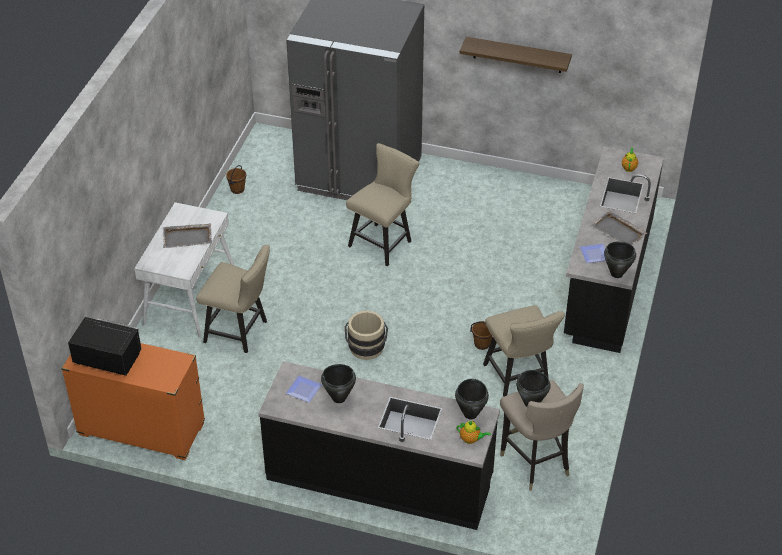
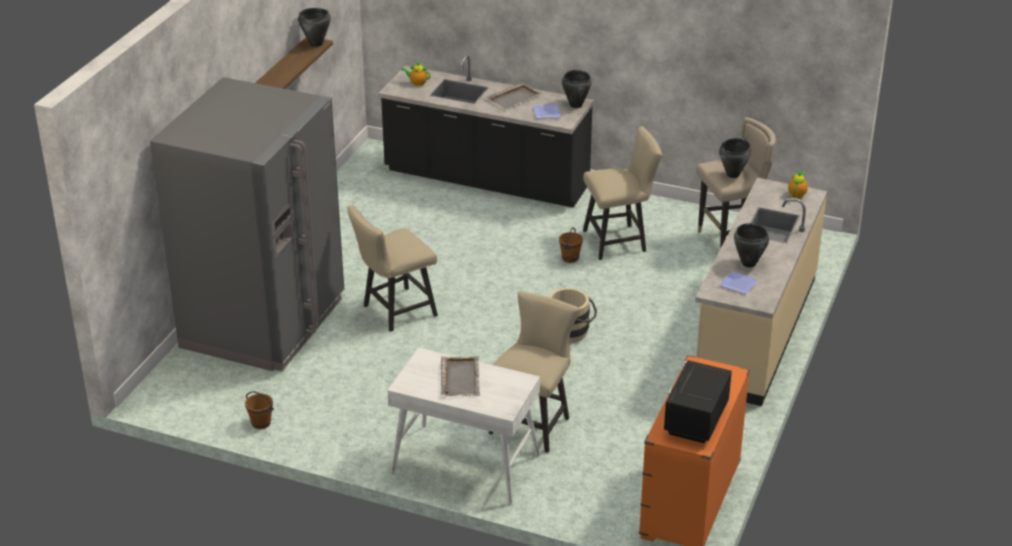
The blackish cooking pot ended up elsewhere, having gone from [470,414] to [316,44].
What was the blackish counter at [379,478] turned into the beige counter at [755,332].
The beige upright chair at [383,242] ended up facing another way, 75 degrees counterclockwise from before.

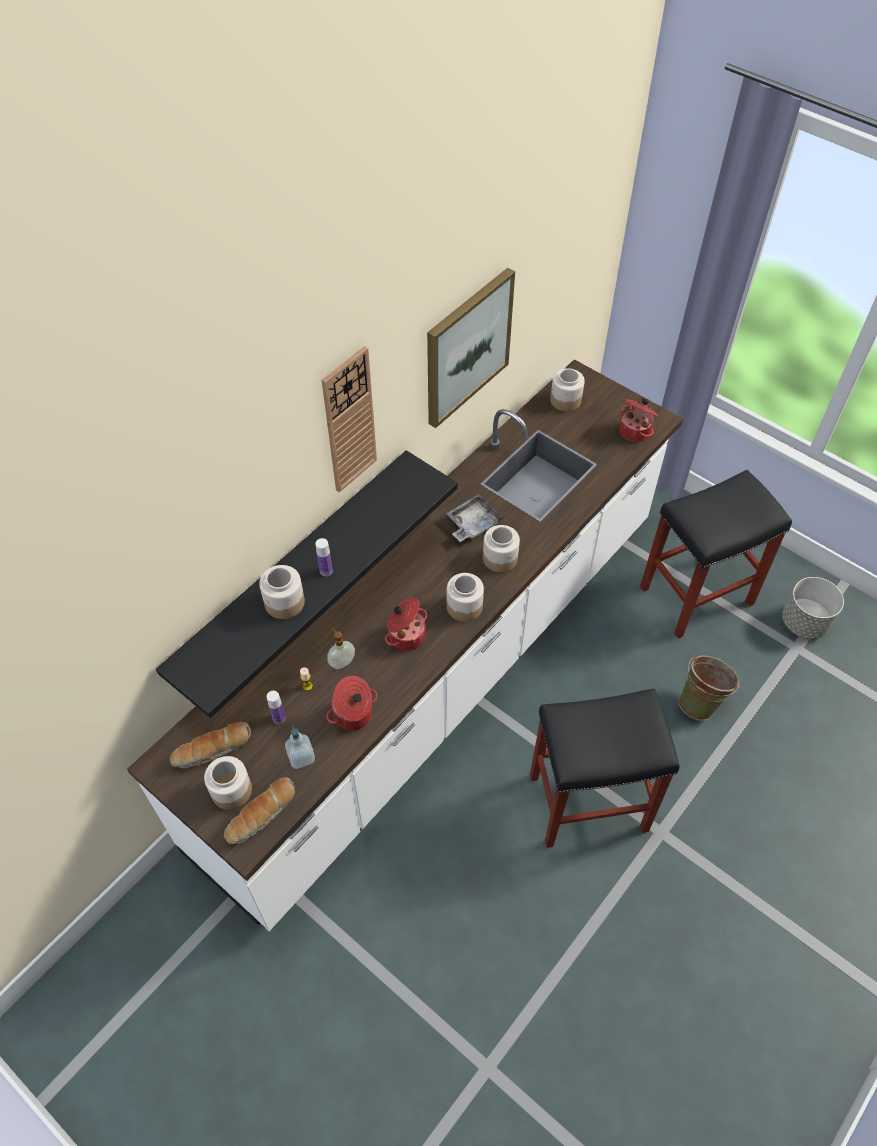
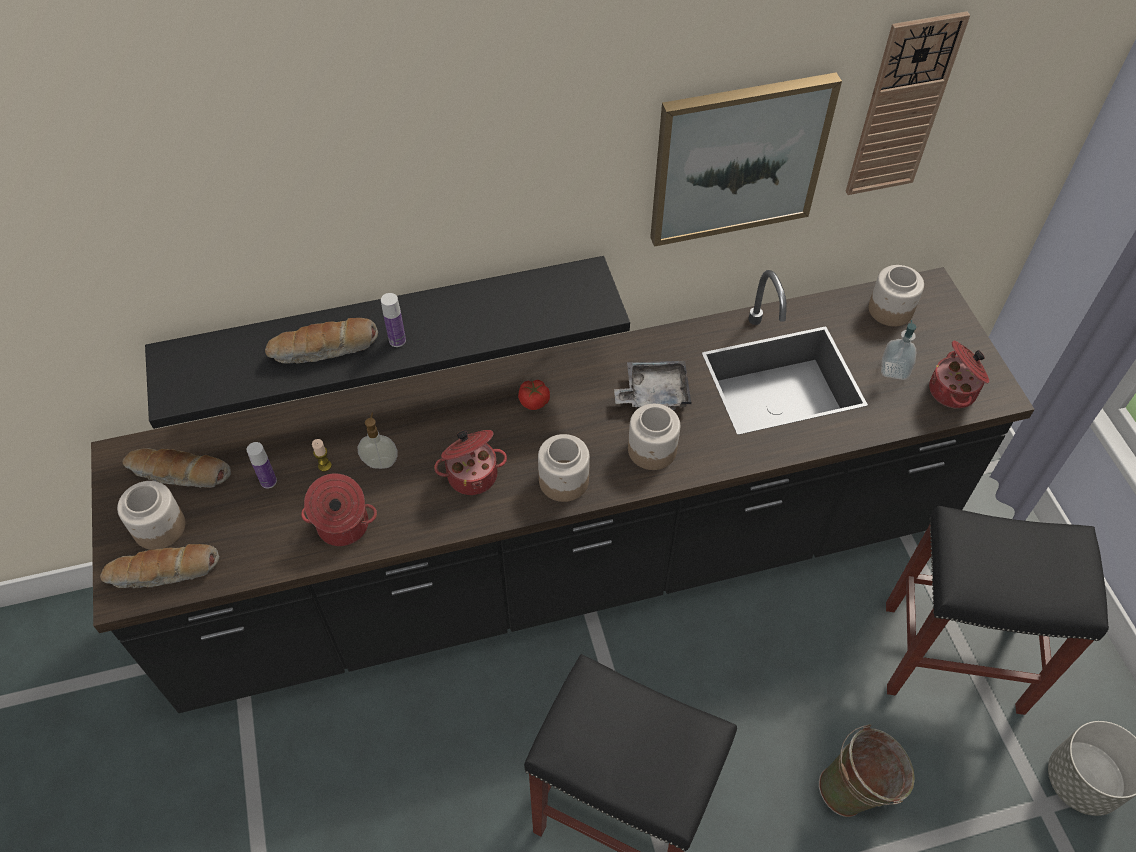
The second view gained the whole tomato at [534,401].
The soap dispenser ended up elsewhere, having gone from [301,757] to [894,369].
The clock on the wall ended up elsewhere, having gone from [349,421] to [901,107].
Where the jar stood at [284,603], the bread came to stand at [324,350].
What was the white counter at [438,676] turned into the blackish counter at [568,561].

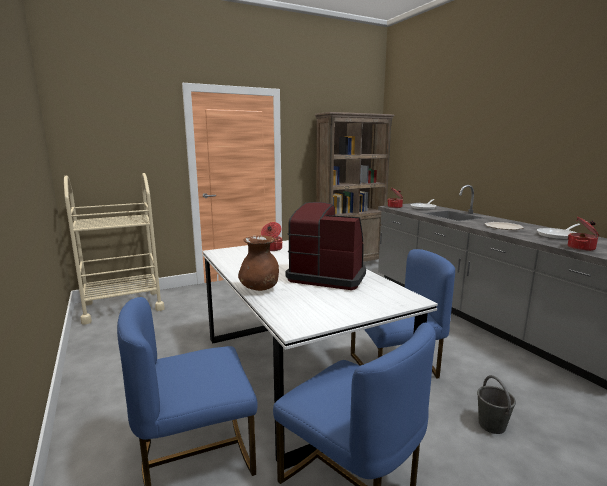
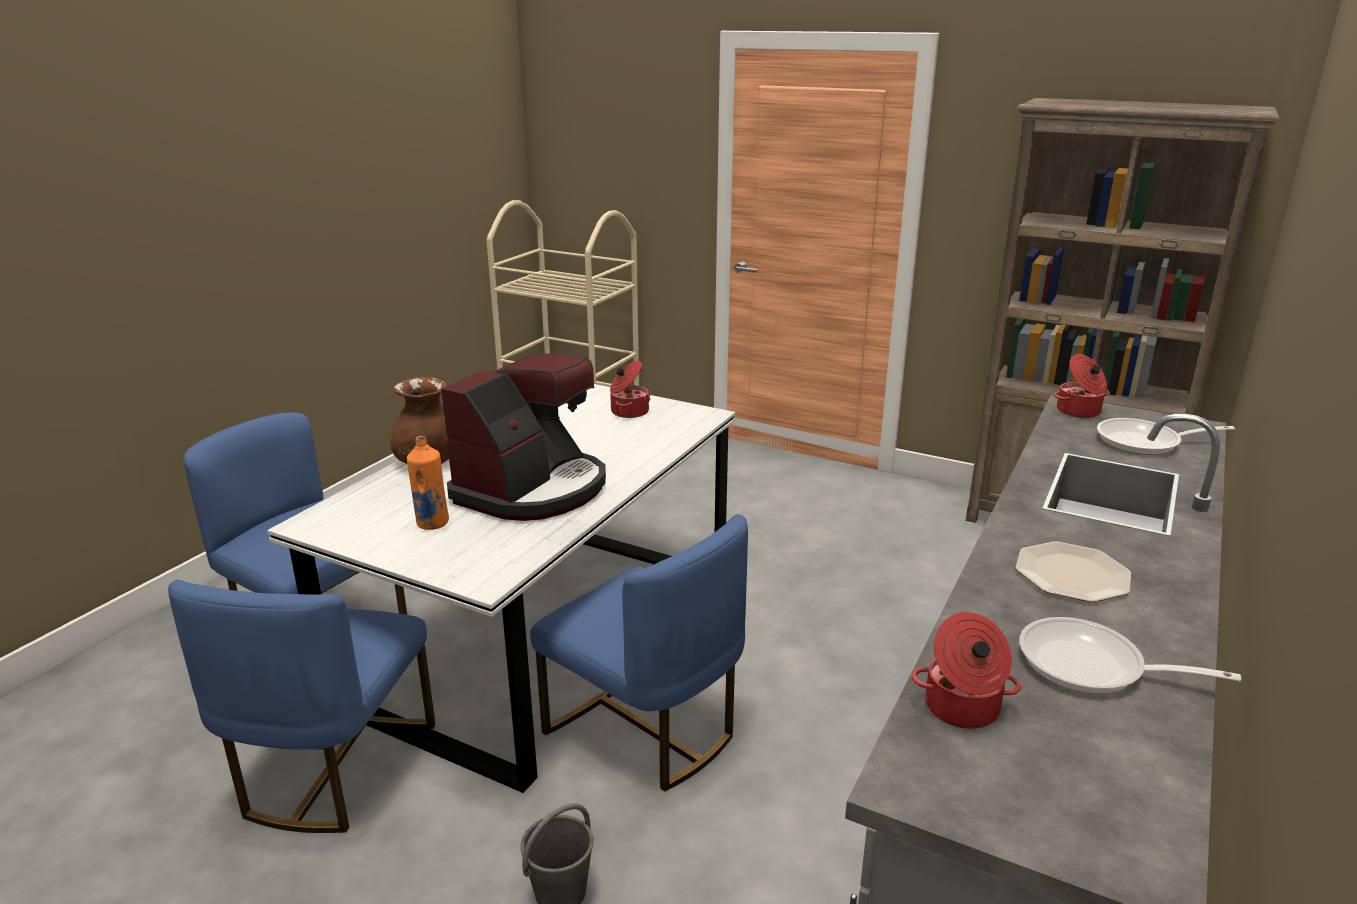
The second view gained the orange-coloured drink bottle at [432,523].
The coffee maker at [327,276] ended up facing another way, 45 degrees clockwise from before.

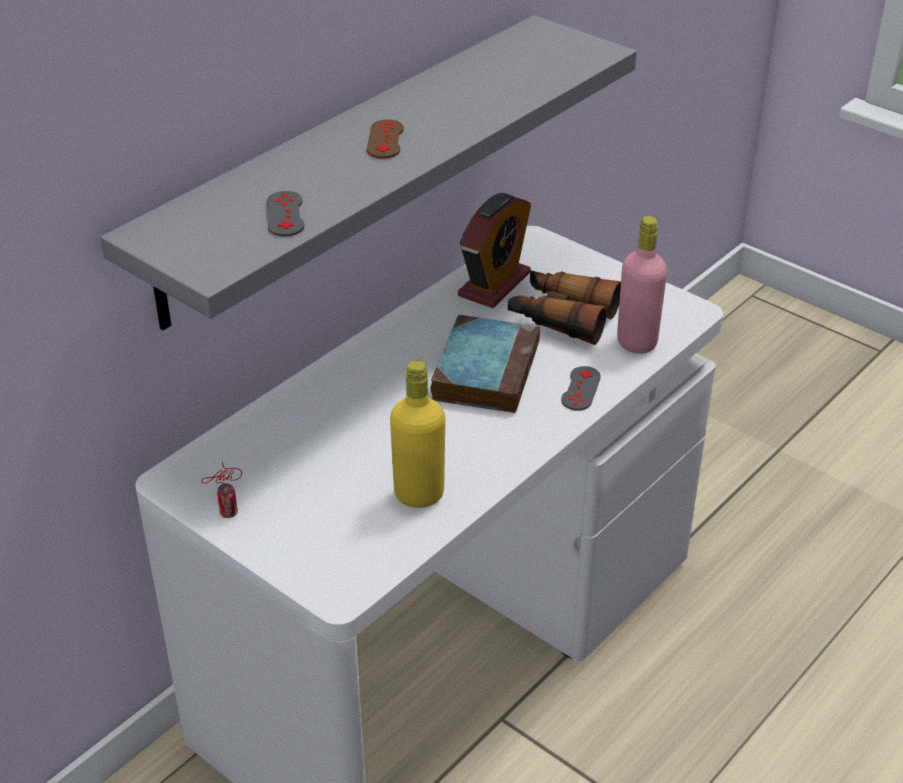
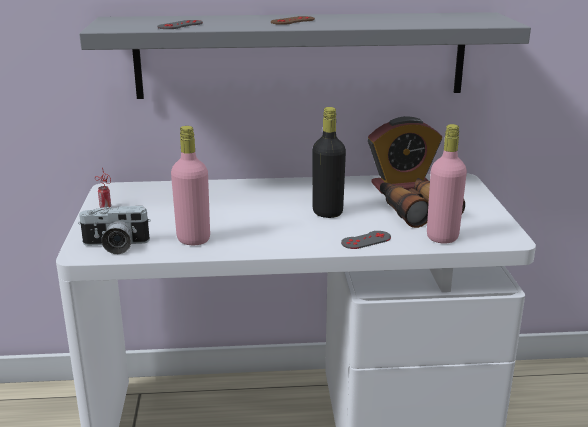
The second view gained the still camera at [115,246].
Where the bound book stood at [485,370], the blackish drink bottle came to stand at [327,212].
What was the yellow-coloured drink bottle at [419,494] turned into the pink drink bottle at [193,239].

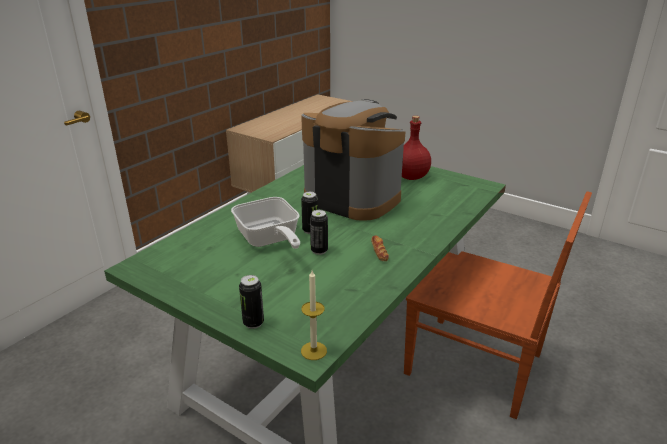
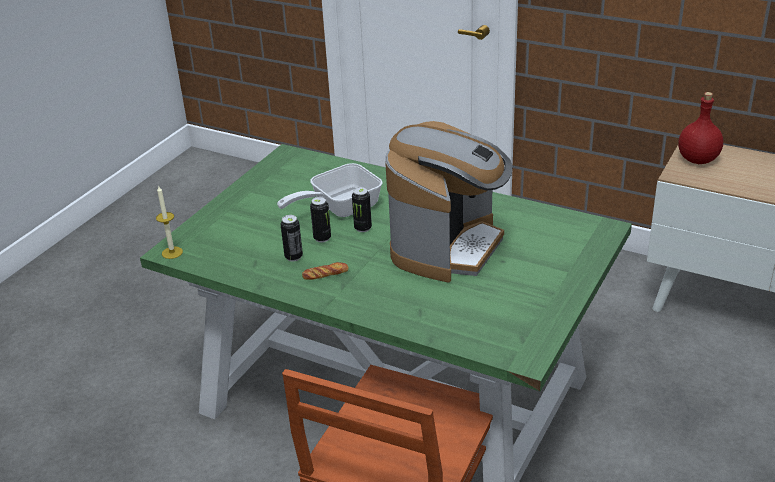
The sealed can ended up elsewhere, having gone from [253,323] to [293,257].
The red drink bottle ended up elsewhere, having gone from [411,176] to [698,159].

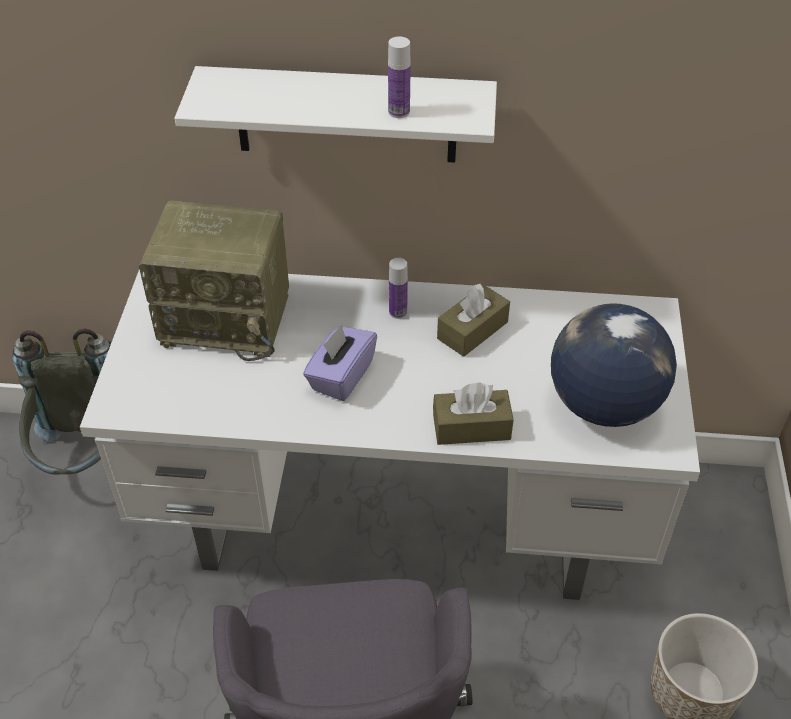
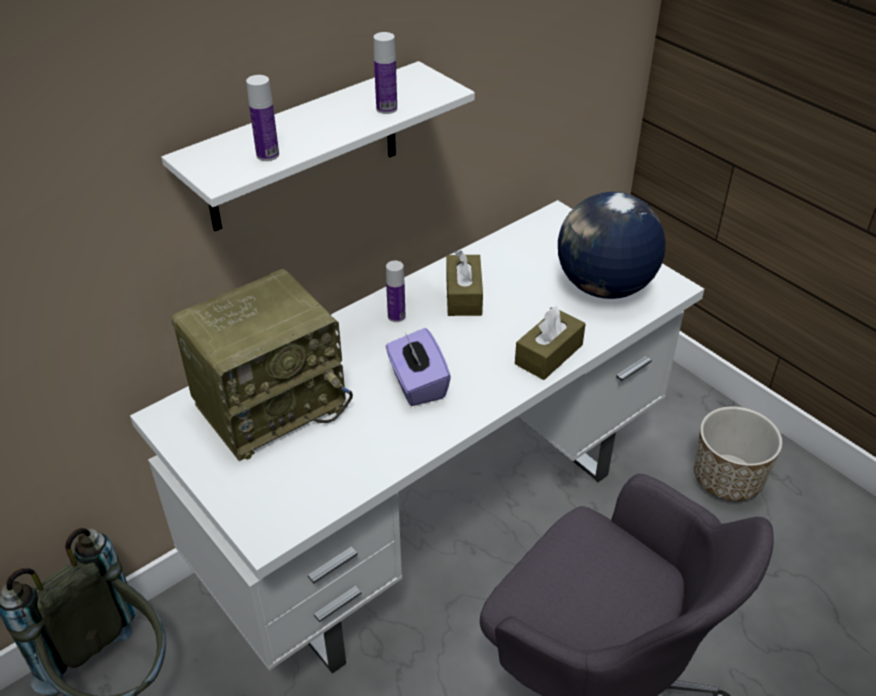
The second view gained the drink bottle at [267,155].

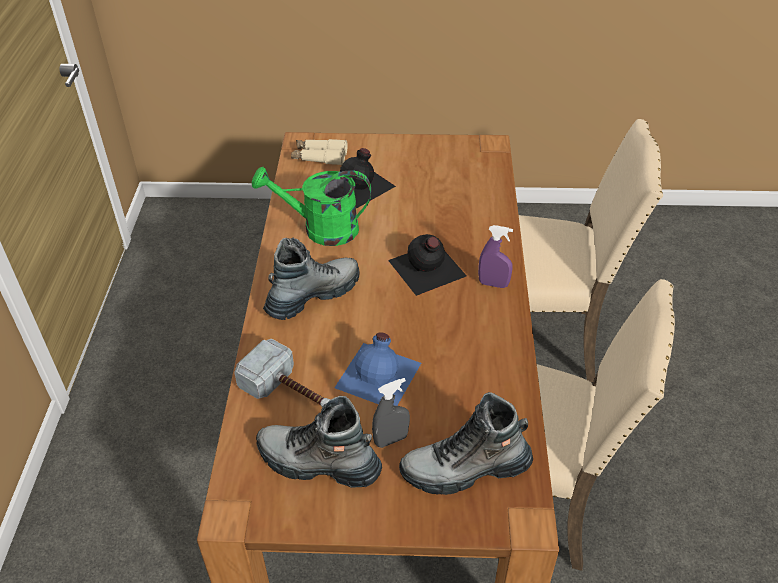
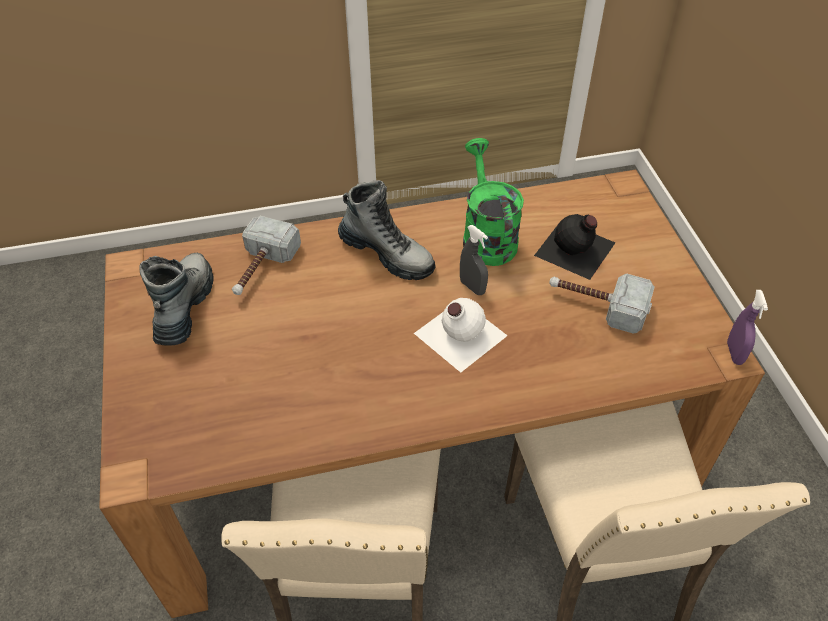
The second view lost the beige pair of binoculars at [319,157].
The second view lost the blue drink bottle at [380,374].
The second view lost the tall boot at [465,469].
The second view gained the tool hammer at [596,304].
The gray hand sprayer ended up elsewhere, having gone from [391,440] to [472,287].
The purple hand sprayer ended up elsewhere, having gone from [493,284] to [734,353].
What was the blackish drink bottle at [426,269] turned into the white drink bottle at [458,334].

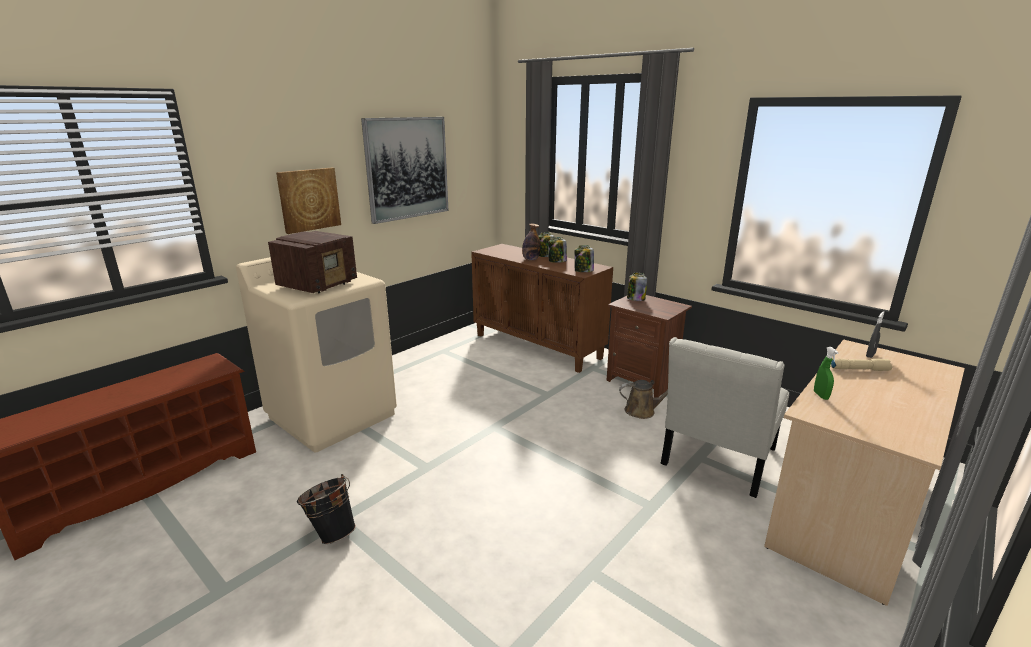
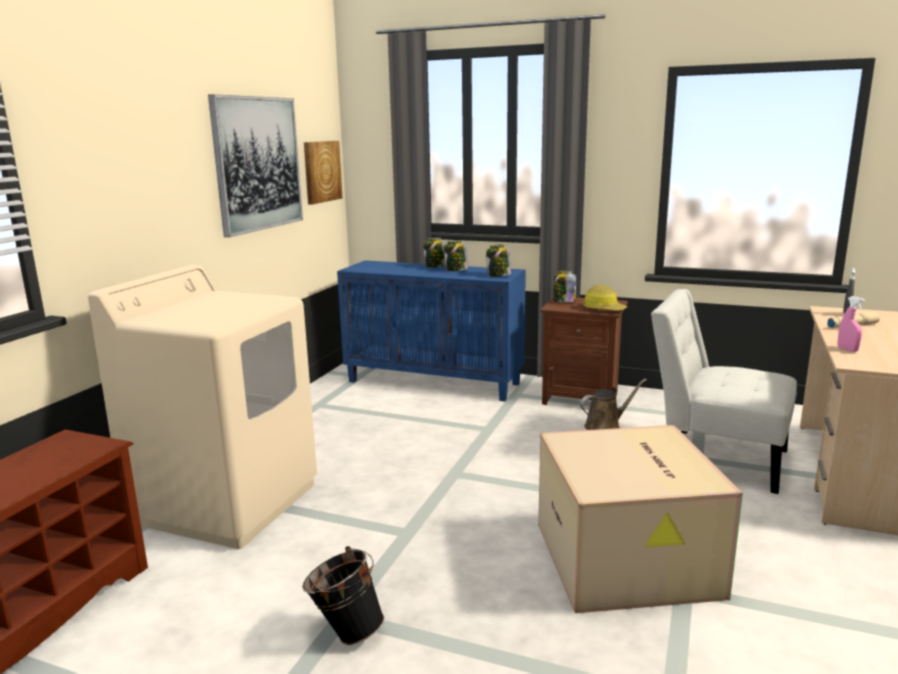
The second view lost the radio set at [319,285].
The second view lost the drink bottle at [530,259].
The second view gained the cardboard box at [628,560].
The second view gained the work helmet at [603,309].
The picture ended up elsewhere, having gone from [309,199] to [321,171].
What was the brownish cupboard at [538,346] turned into the blue cupboard at [435,382].
What was the greenish hand sprayer at [821,395] turned into the pink hand sprayer at [847,349].
The white upright chair at [716,460] ended up facing another way, 105 degrees clockwise from before.

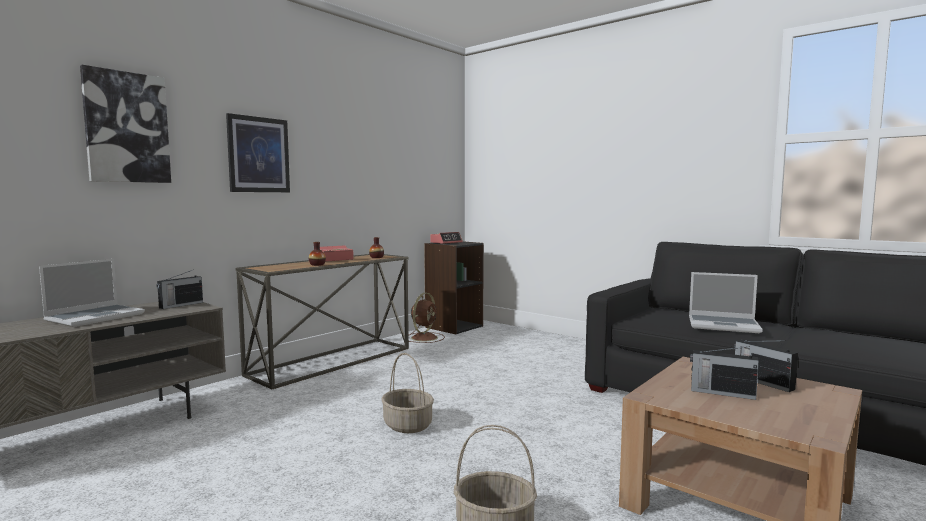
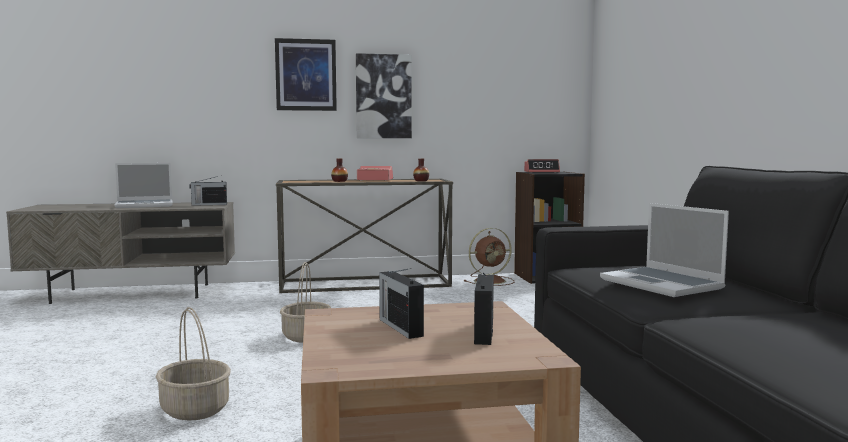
The picture ended up elsewhere, having gone from [127,127] to [383,96].

